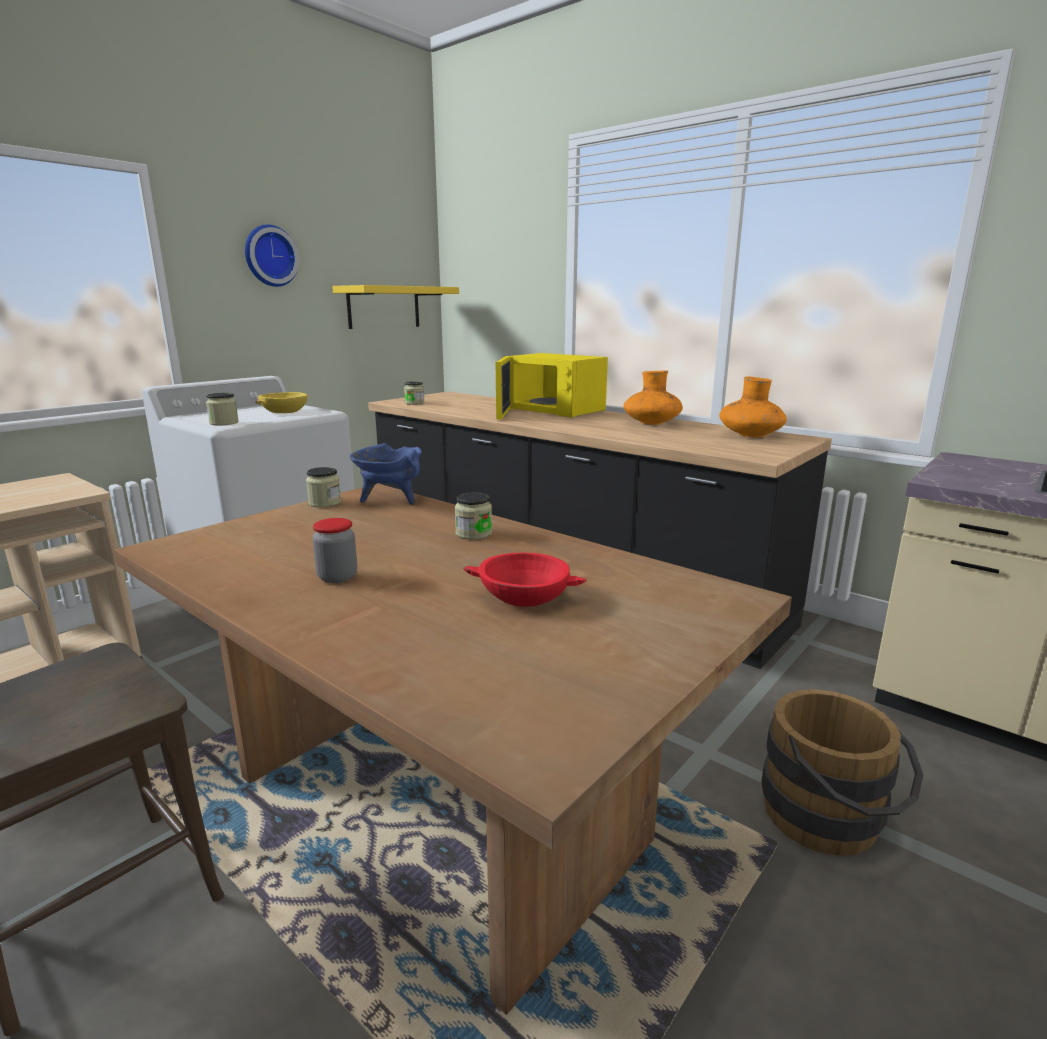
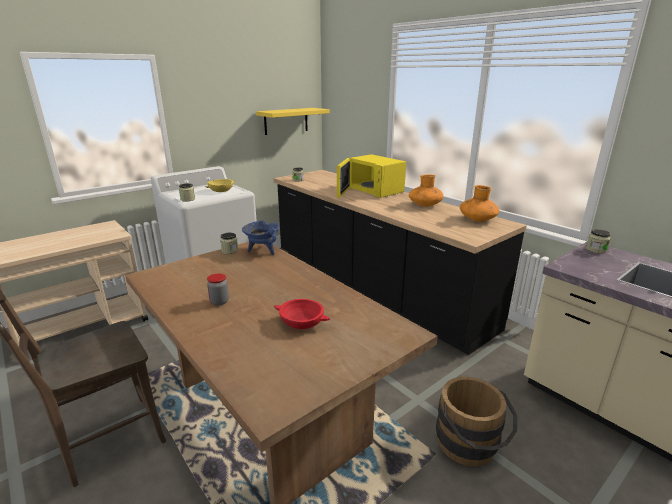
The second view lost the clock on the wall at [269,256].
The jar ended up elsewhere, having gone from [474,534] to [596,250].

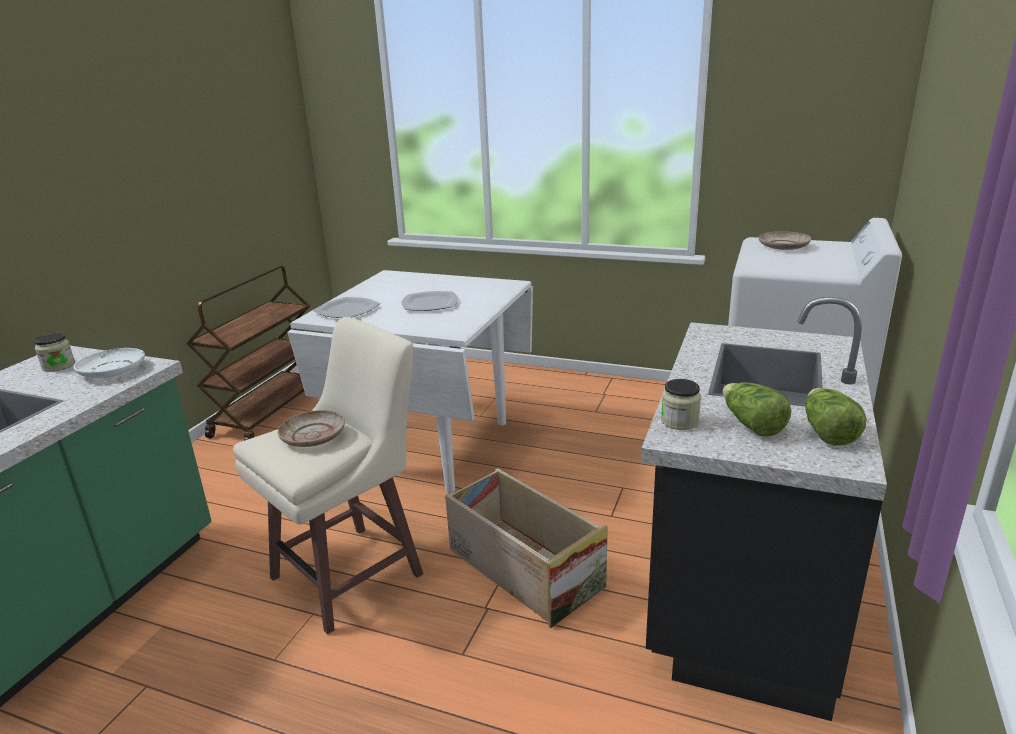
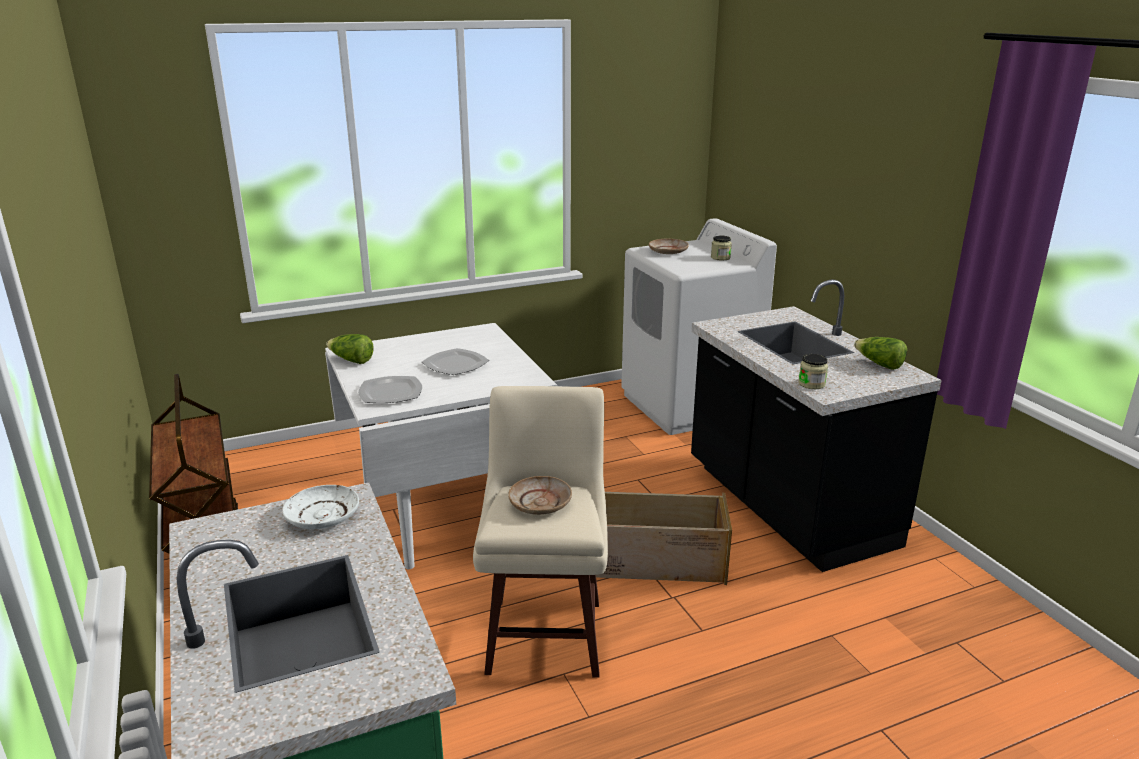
The jar ended up elsewhere, having gone from [58,366] to [720,258].
The lettuce ended up elsewhere, having gone from [751,425] to [351,360].

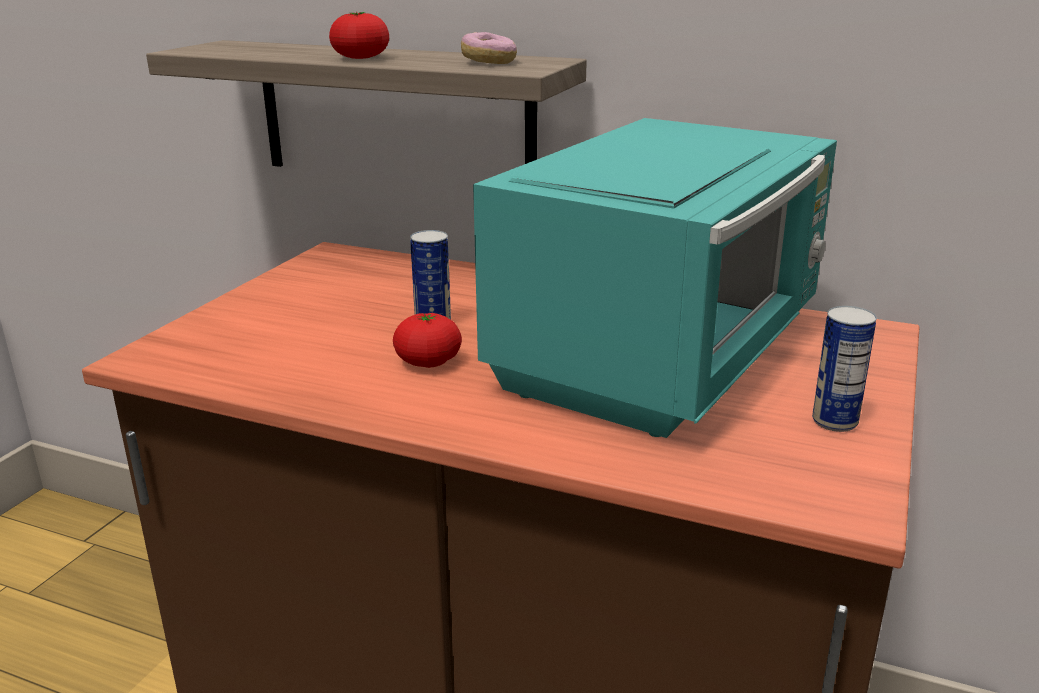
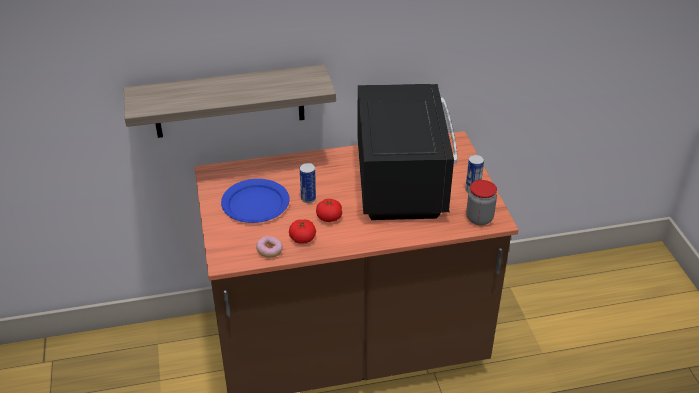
The second view gained the blue flat dish at [256,204].
The second view gained the jar at [479,218].
The whole tomato ended up elsewhere, having gone from [360,58] to [302,238].
The donut ended up elsewhere, having gone from [489,62] to [269,251].
What was the turquoise microwave at [664,356] turned into the blackish microwave at [401,181].

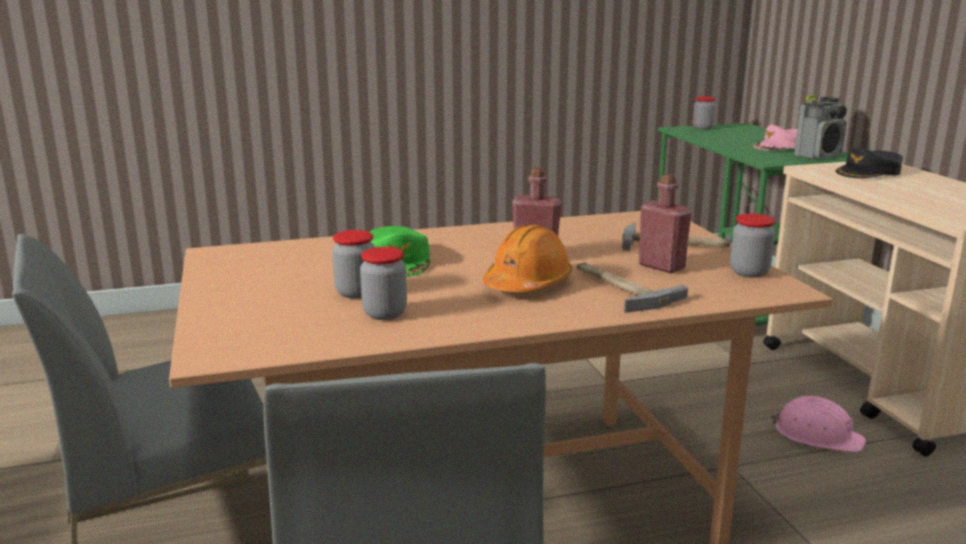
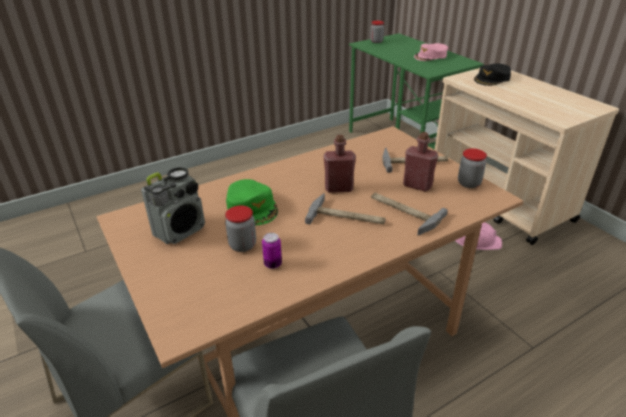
The radio set ended up elsewhere, having gone from [818,156] to [180,230].
Where the jar stood at [385,313], the sealed can came to stand at [273,264].
Where the orange-coloured work helmet stood at [527,283], the tool hammer came to stand at [347,216].

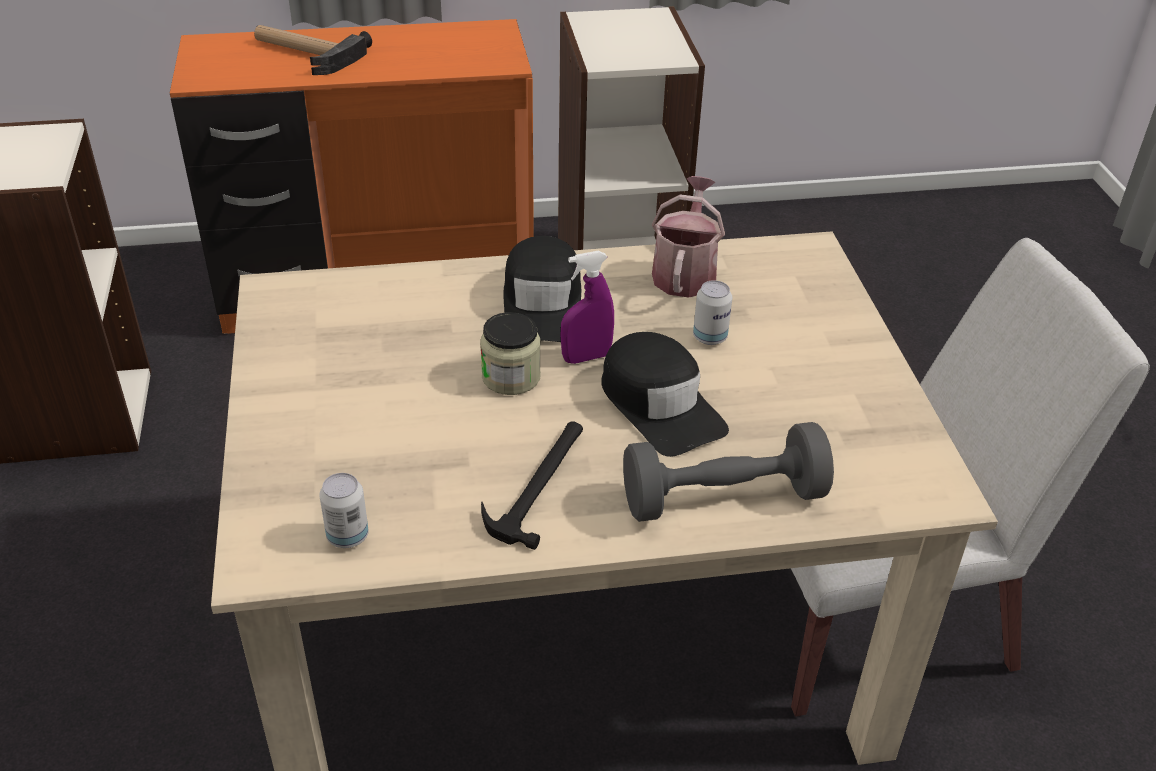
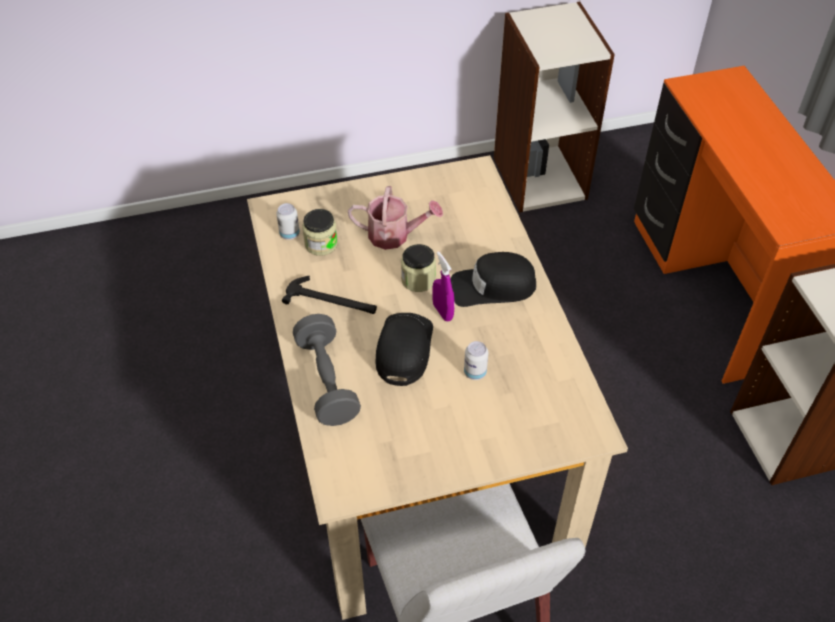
The second view lost the tool hammer at [305,53].
The second view gained the jar at [321,244].
The watering can ended up elsewhere, having gone from [685,272] to [395,235].
The blackish peaked cap at [660,405] ended up facing another way, 135 degrees clockwise from before.

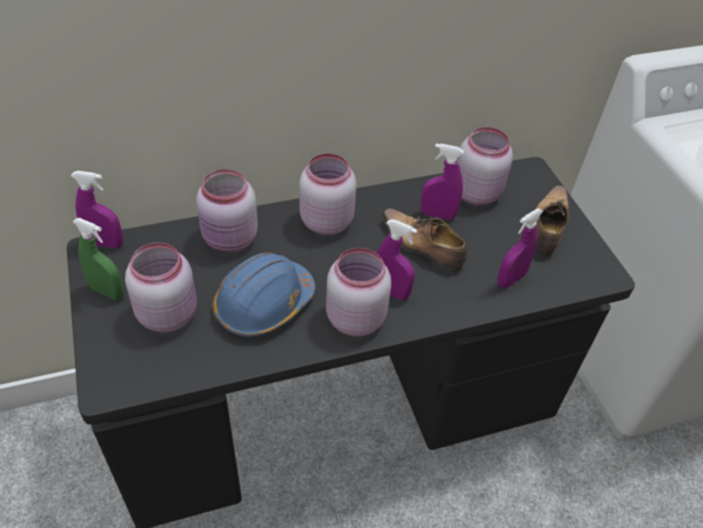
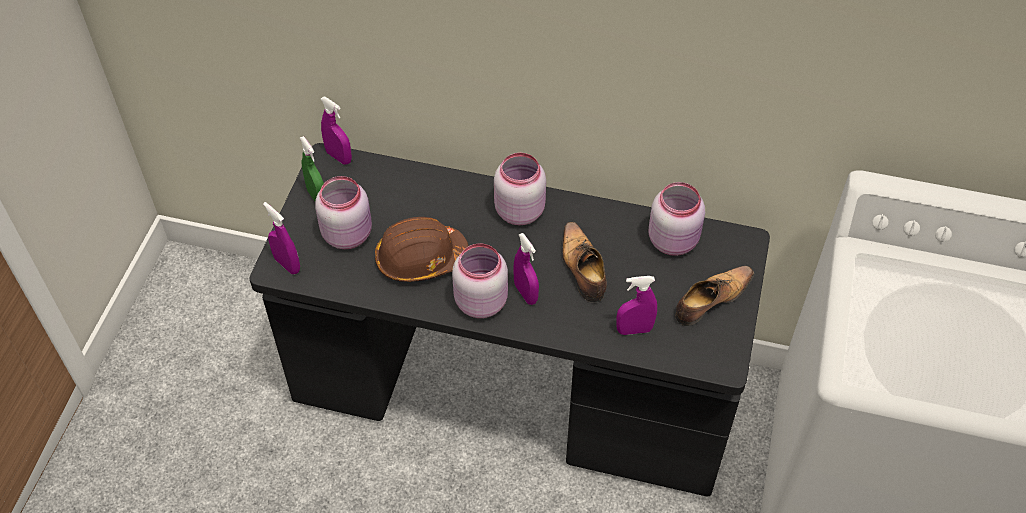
The second view lost the pink jar at [230,240].
The purple hand sprayer ended up elsewhere, having gone from [437,215] to [287,264].
What was the blue work helmet at [264,304] turned into the brownish work helmet at [420,259].

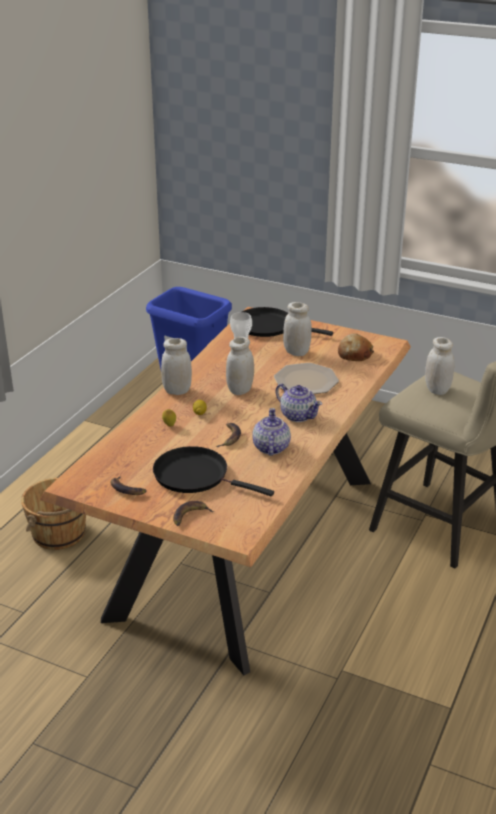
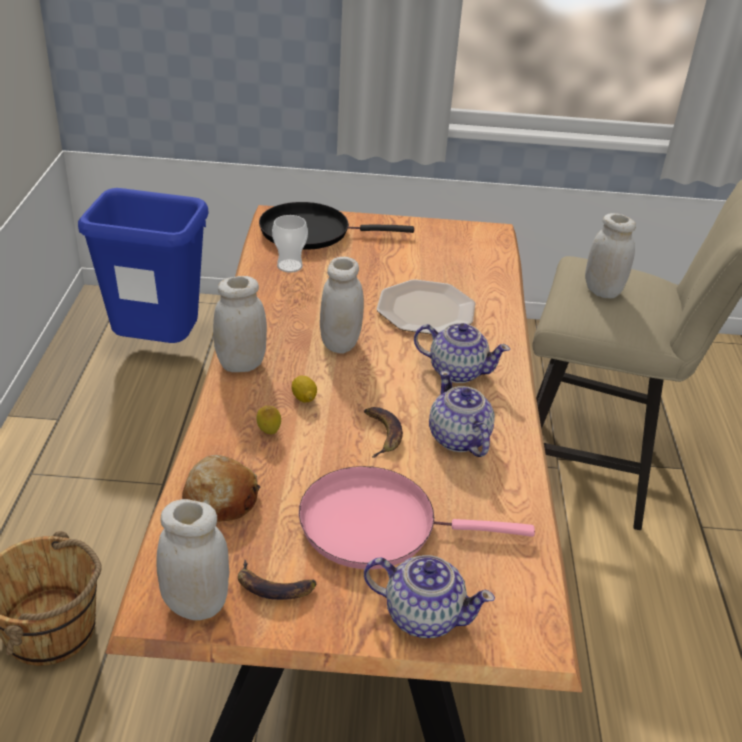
The white jar ended up elsewhere, having gone from [296,352] to [196,604].
The bread ended up elsewhere, having gone from [354,354] to [219,499].
Where the banana stood at [190,516], the tea pot came to stand at [422,615].
What was the blackish pan at [196,476] turned into the pink pan at [377,524].

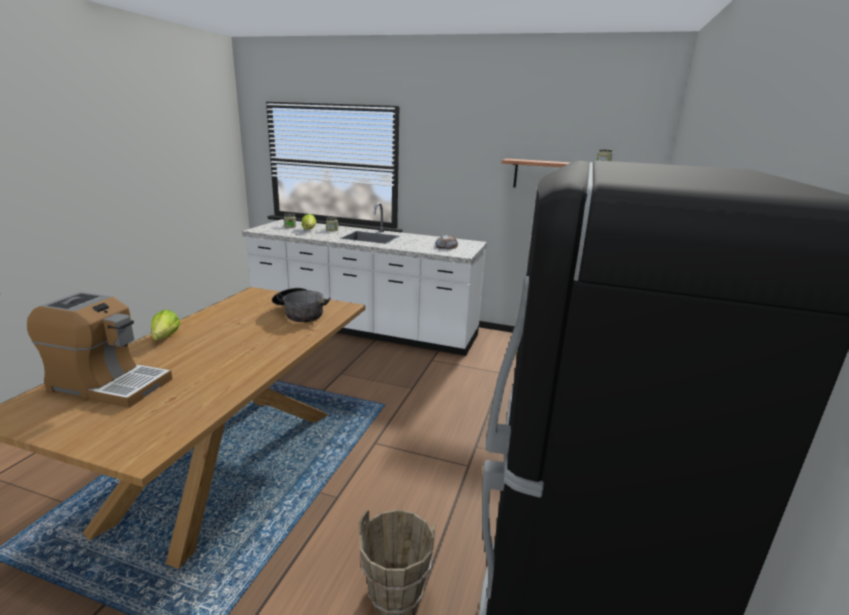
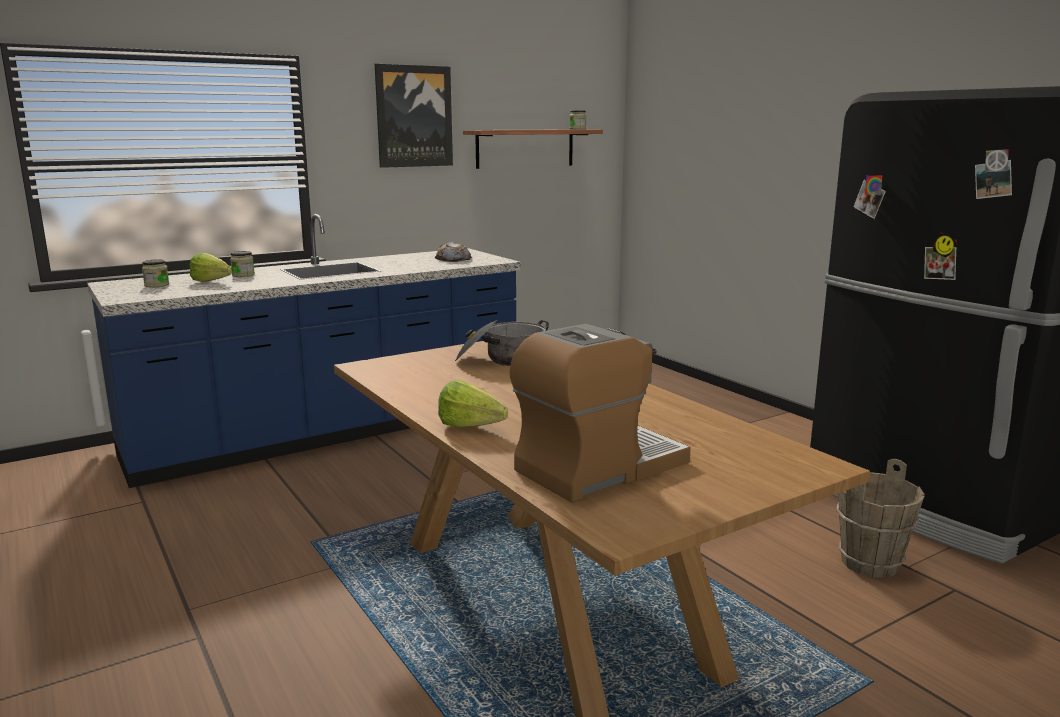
The second view gained the picture at [414,116].
What was the white counter at [364,328] turned into the blue counter at [330,432].

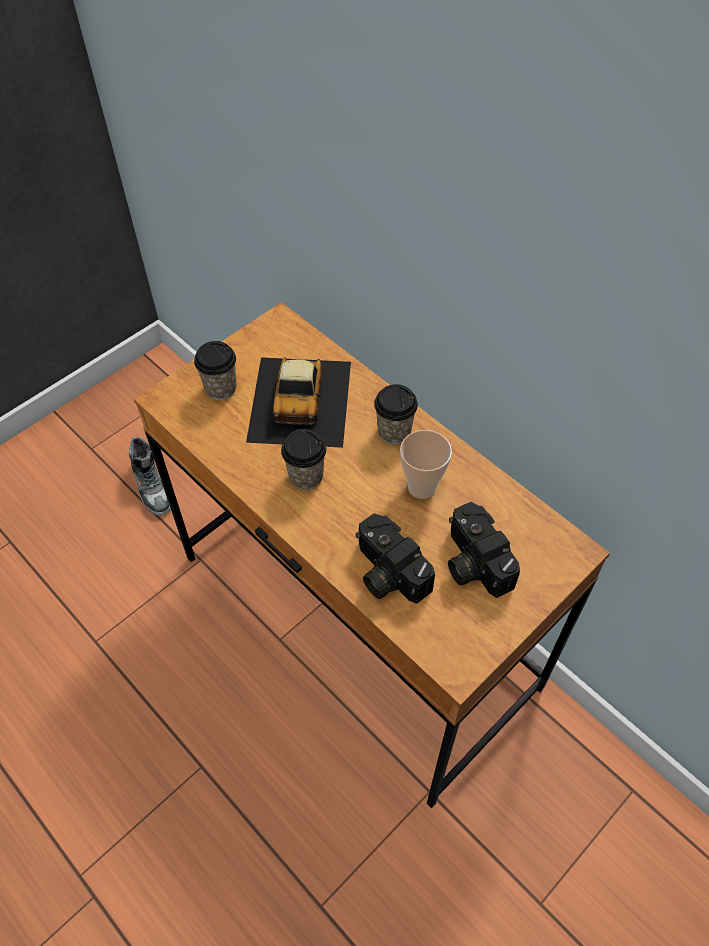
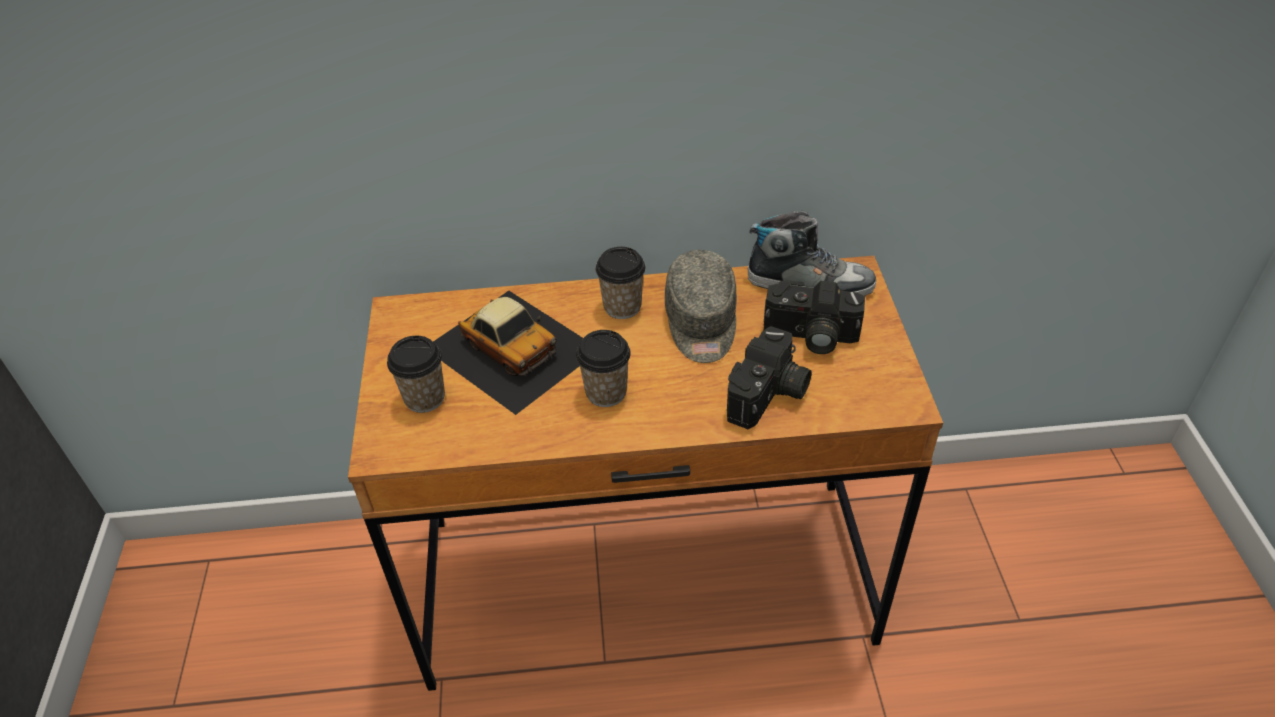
The item of footwear ended up elsewhere, having gone from [152,487] to [809,283].
Where the drinking cup stood at [421,487], the gray peaked cap came to stand at [701,323].
The still camera at [386,573] ended up facing another way, 60 degrees counterclockwise from before.

